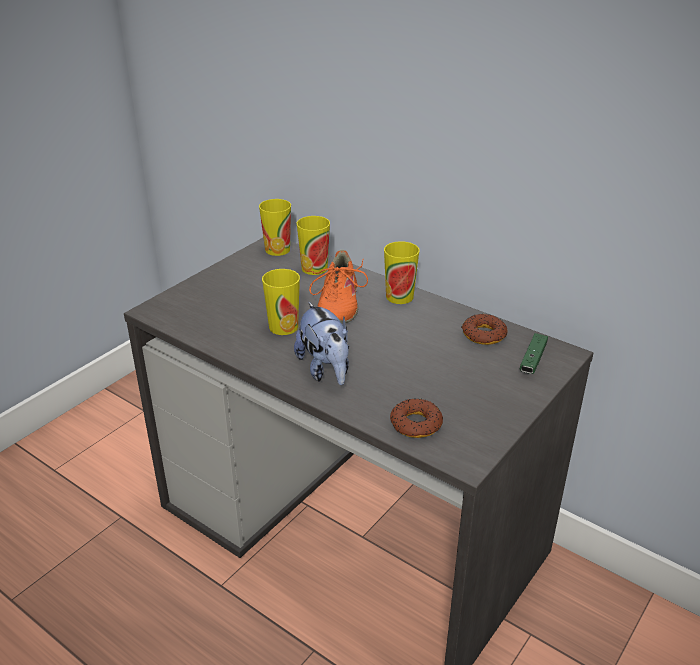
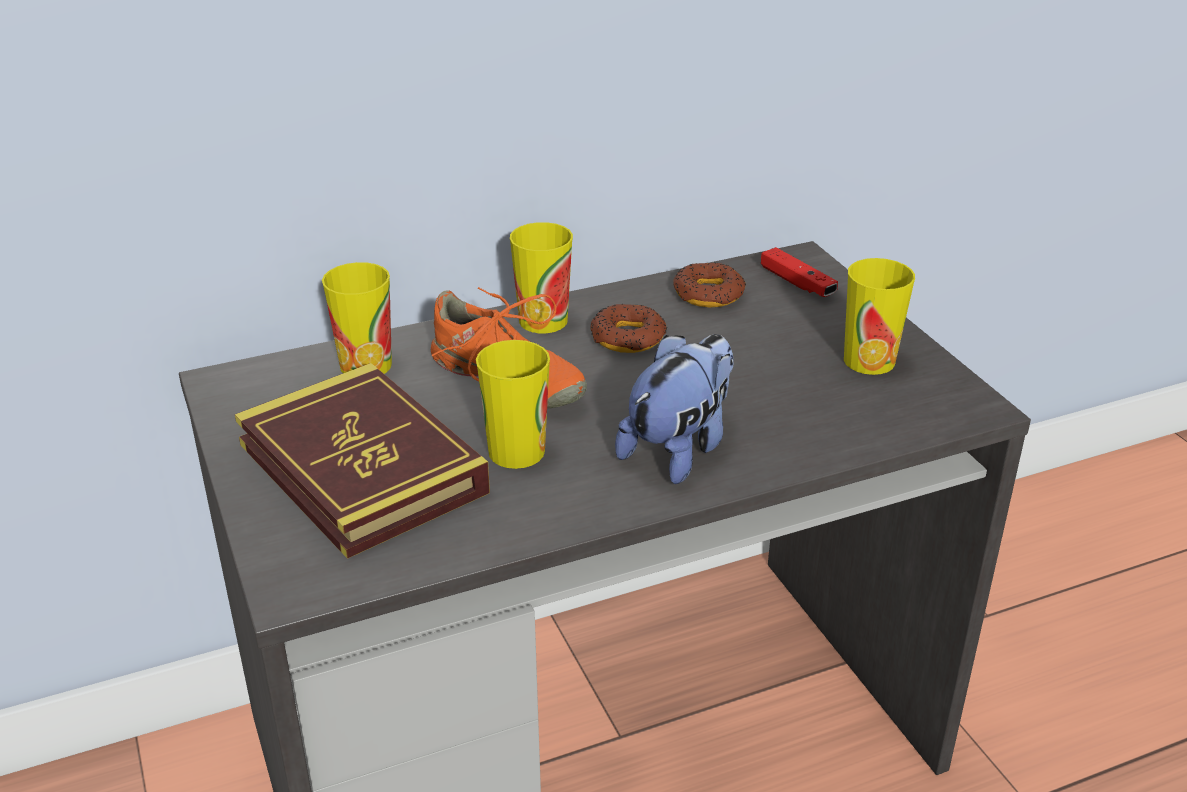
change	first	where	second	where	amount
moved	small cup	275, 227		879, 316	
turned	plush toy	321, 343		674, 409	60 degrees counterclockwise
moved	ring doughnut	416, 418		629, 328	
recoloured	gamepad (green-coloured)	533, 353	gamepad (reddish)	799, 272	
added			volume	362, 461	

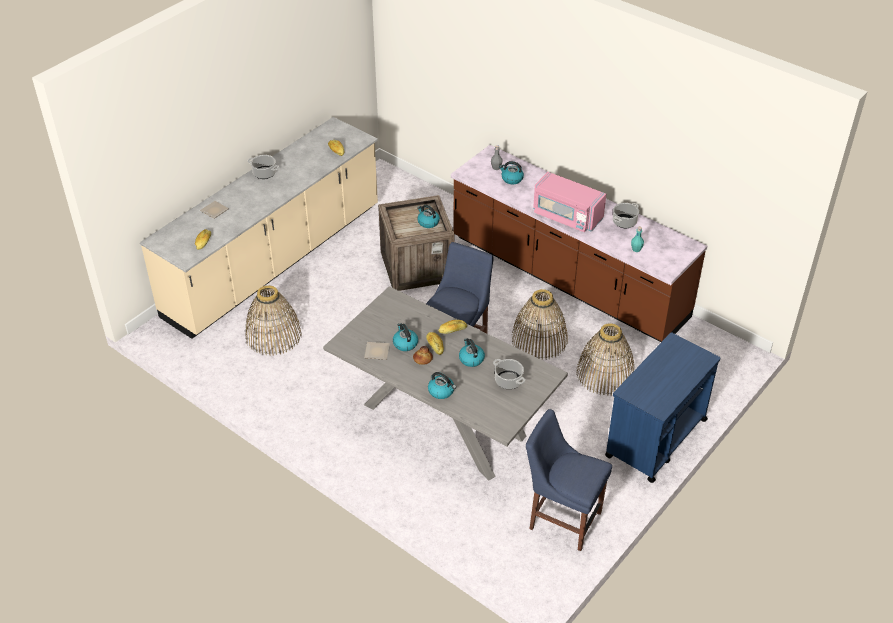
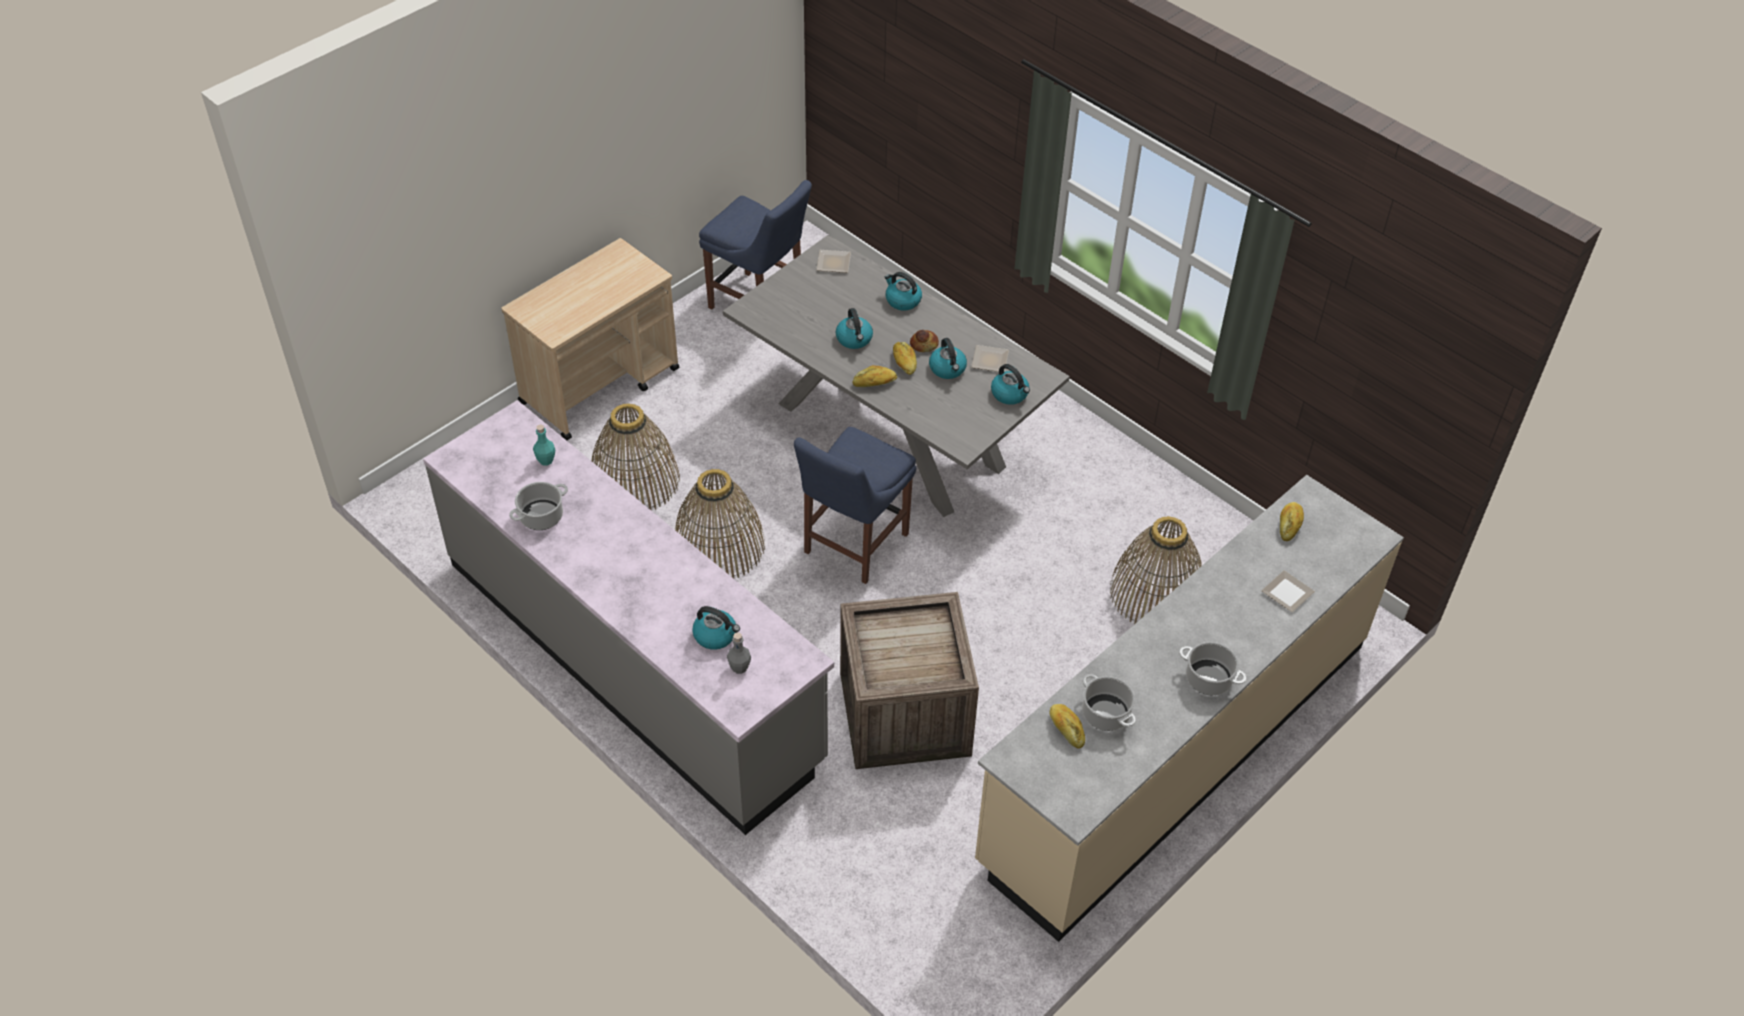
change	first	where	second	where	amount
moved	kettle	428, 216		1010, 384	
recoloured	kitchen base unit (brownish)	579, 243	kitchen base unit (gray)	628, 617	
moved	stockpot	509, 374		1109, 702	
removed	microwave oven (pinkish)	569, 202			
recoloured	wheeled cart (blue-coloured)	662, 407	wheeled cart (beige)	590, 339	
added			flat dish	833, 261	

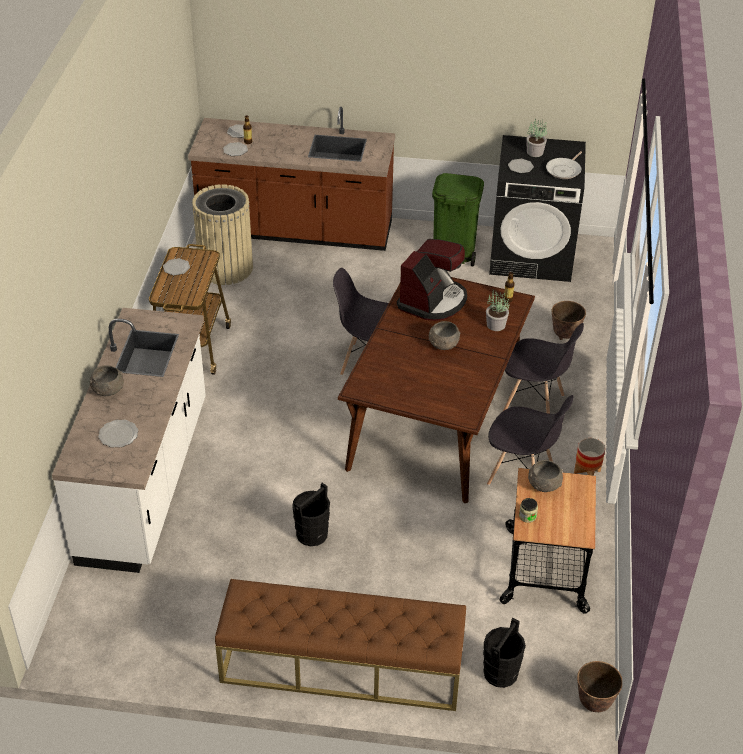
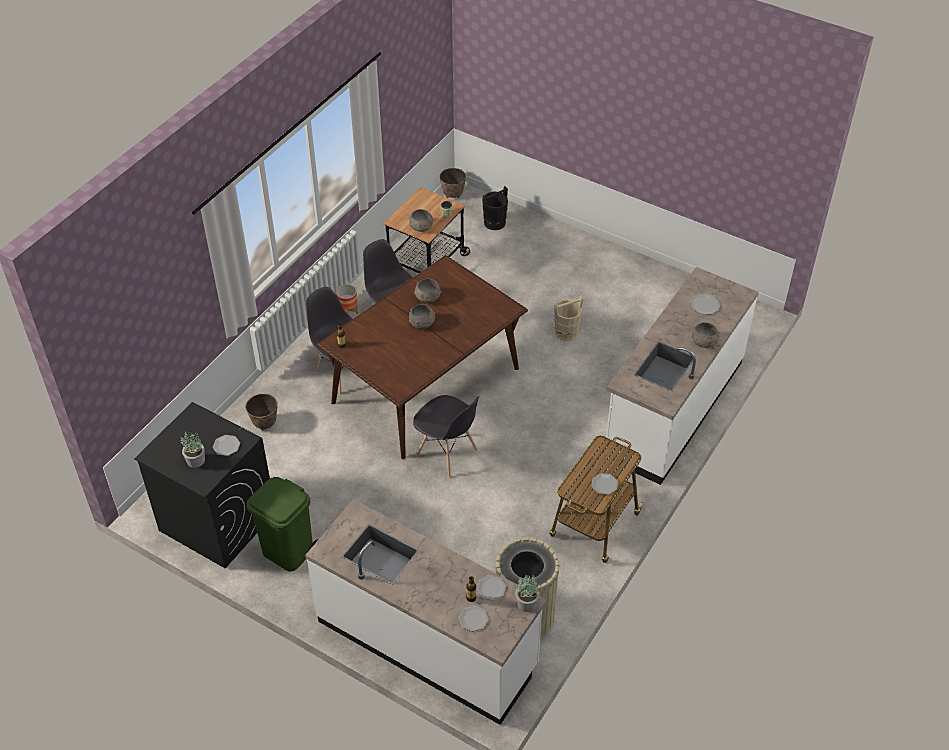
change	first	where	second	where	amount
recoloured	kitchen base unit (brownish)	291, 179	kitchen base unit (whitish)	425, 612	
removed	long seat (brownish)	340, 645			
recoloured	water bucket (black-coloured)	311, 514	water bucket (beige)	568, 318	
removed	coffee brewer	432, 280			
moved	potted plant	498, 310		528, 593	
removed	skillet	564, 165			
added			bowl (gray)	427, 291	

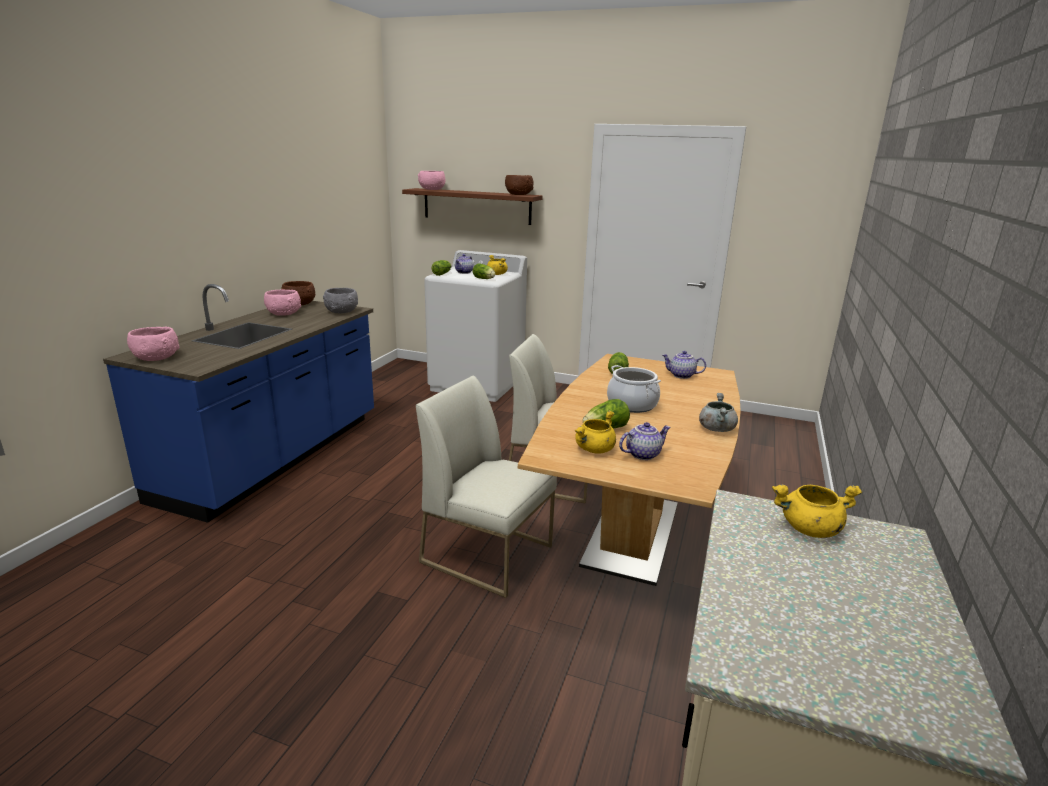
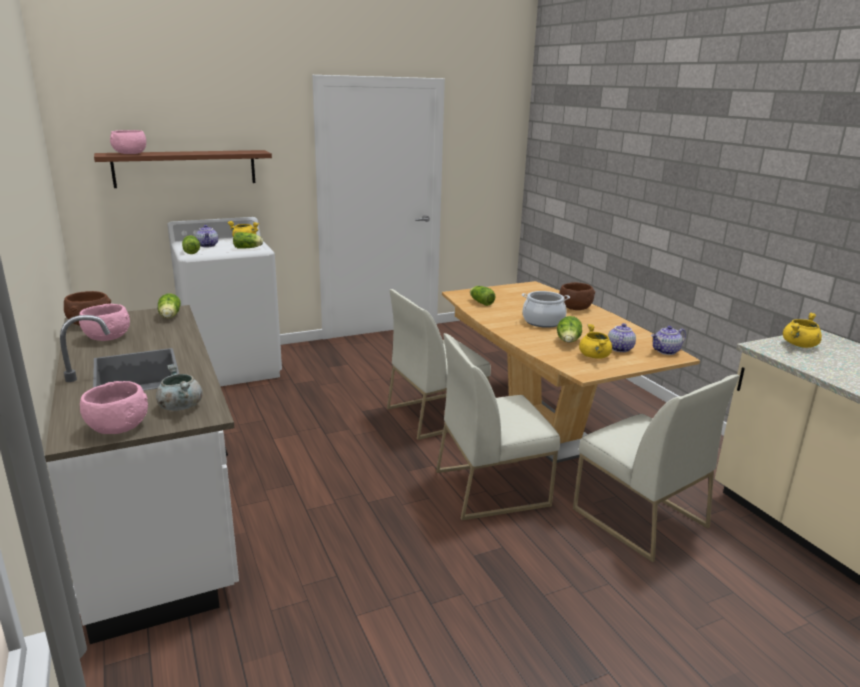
change	first	where	second	where	amount
recoloured	kitchen base unit (blue-coloured)	238, 403	kitchen base unit (whitish)	142, 474	
replaced	bowl (gray)	340, 301	head of lettuce	169, 305	
moved	bowl (brownish)	519, 185		577, 296	
moved	tea pot	684, 365		668, 340	
moved	stockpot (gray)	718, 412		179, 387	
added			upright chair (whitish)	656, 468	

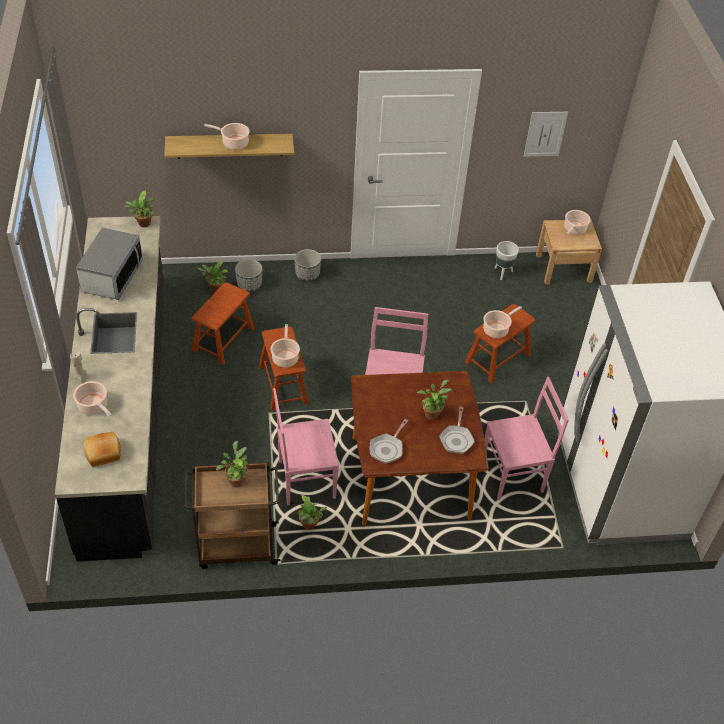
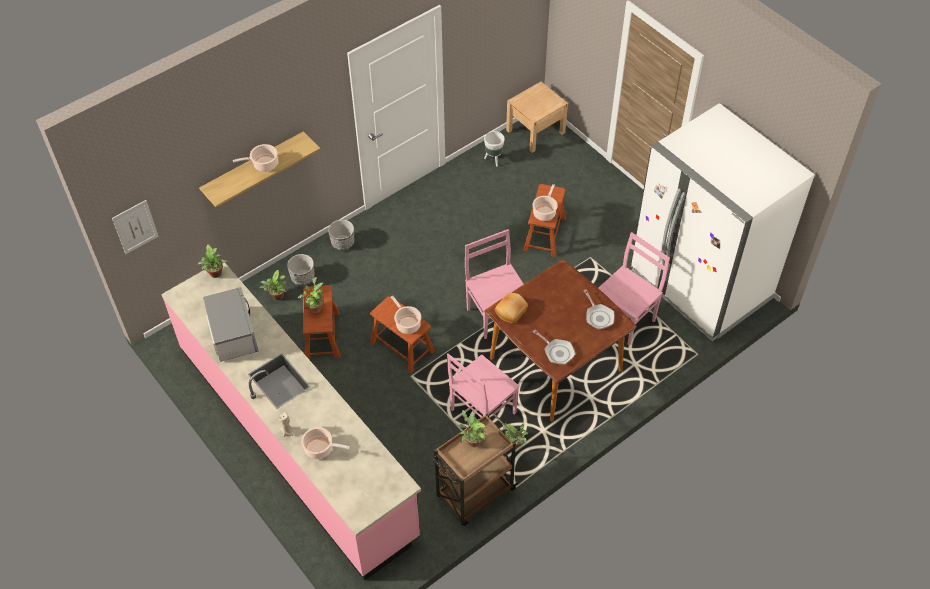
change	first	where	second	where	amount
recoloured	kitchen base unit (black-coloured)	109, 389	kitchen base unit (pinkish)	291, 420	
moved	bread	102, 449		511, 308	
turned	skillet	389, 441		554, 347	45 degrees counterclockwise
moved	potted plant	434, 400		311, 295	
moved	wall art	546, 134		135, 227	
removed	stockpot	577, 222			

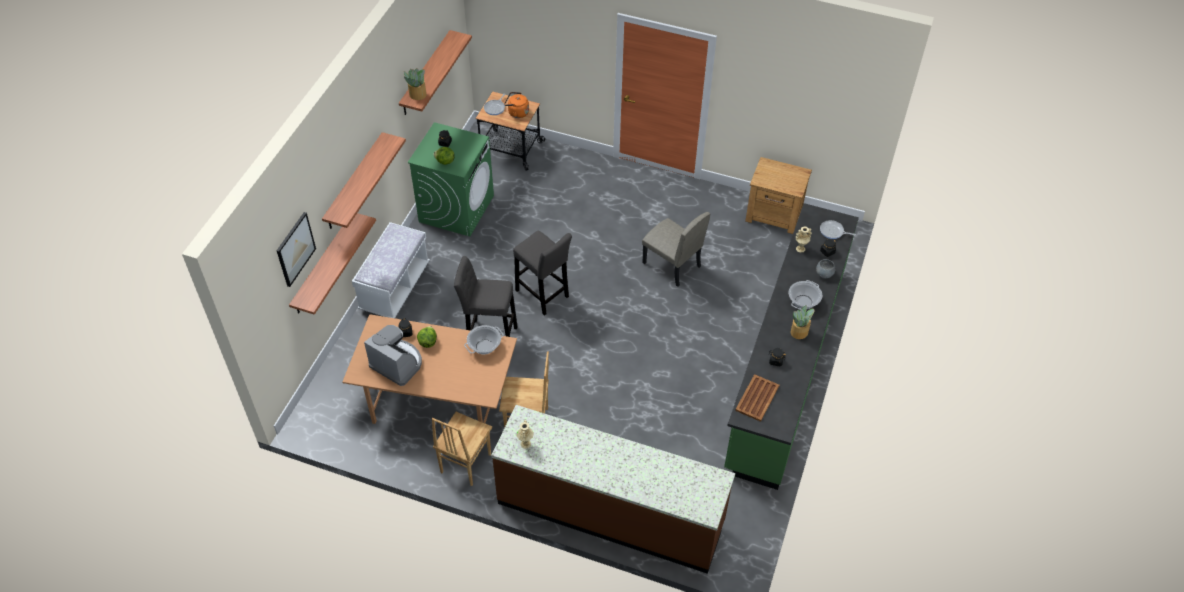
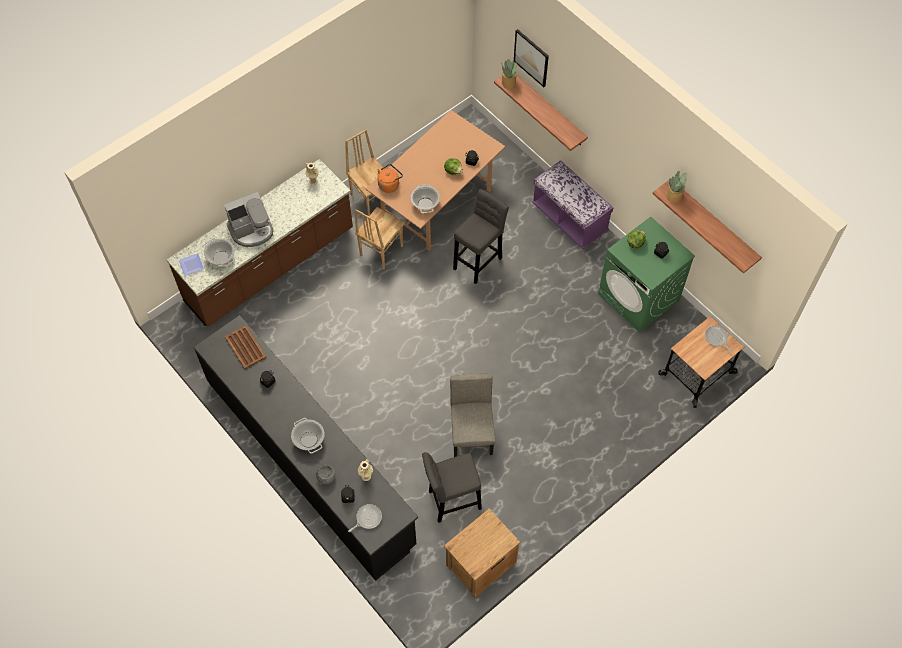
change	first	where	second	where	amount
removed	wall shelf	364, 180			
recoloured	long seat (whitish)	391, 270	long seat (purplish)	573, 204	
moved	coffee brewer	393, 355		248, 219	
moved	kettle (orange-coloured)	516, 105		390, 178	
moved	sitting stool (gray)	542, 273		452, 487	
turned	upright chair (beige)	676, 249		472, 415	105 degrees clockwise
recoloured	kitchen base unit (green-coloured)	791, 346	kitchen base unit (black-coloured)	306, 448	
moved	potted plant	802, 322		509, 74	
added			flat dish	191, 264	
added			stockpot	219, 252	

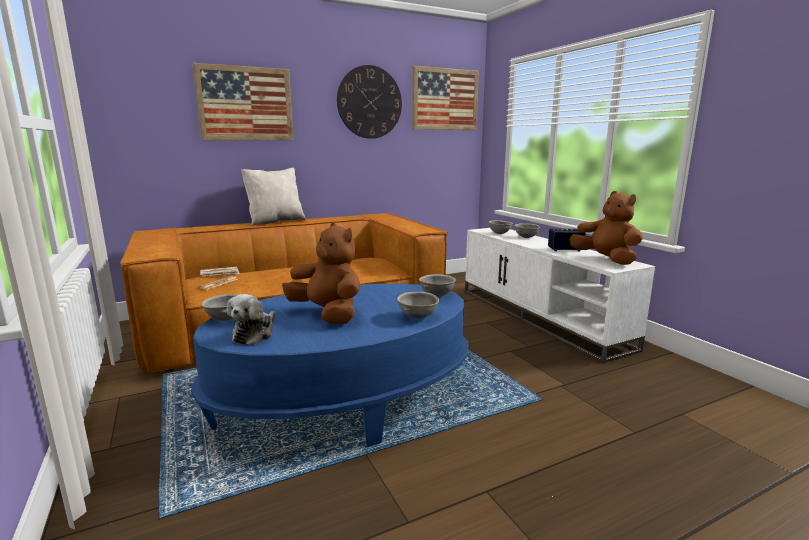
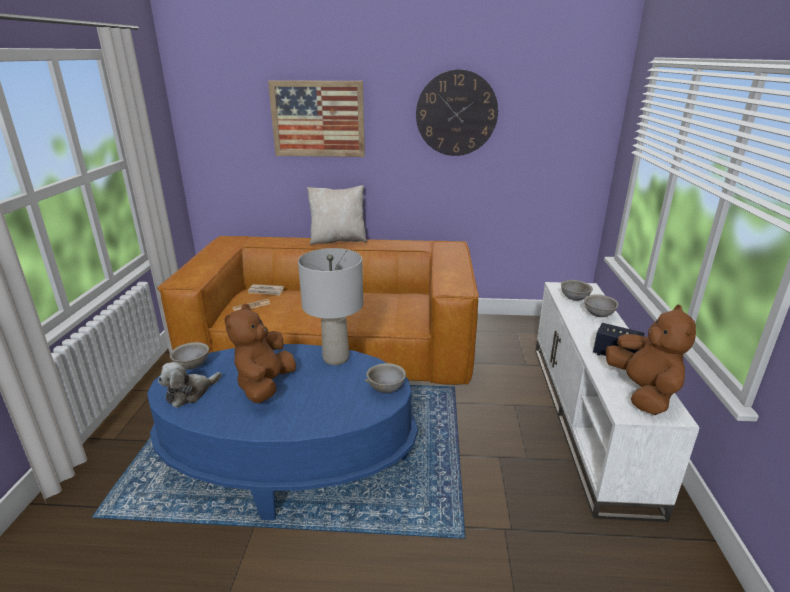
change	first	where	second	where	amount
turned	plush toy (brownish)	321, 273		260, 353	150 degrees counterclockwise
removed	bowl (gray)	418, 305			
removed	wall art	445, 98			
added			table lamp (gray)	330, 306	

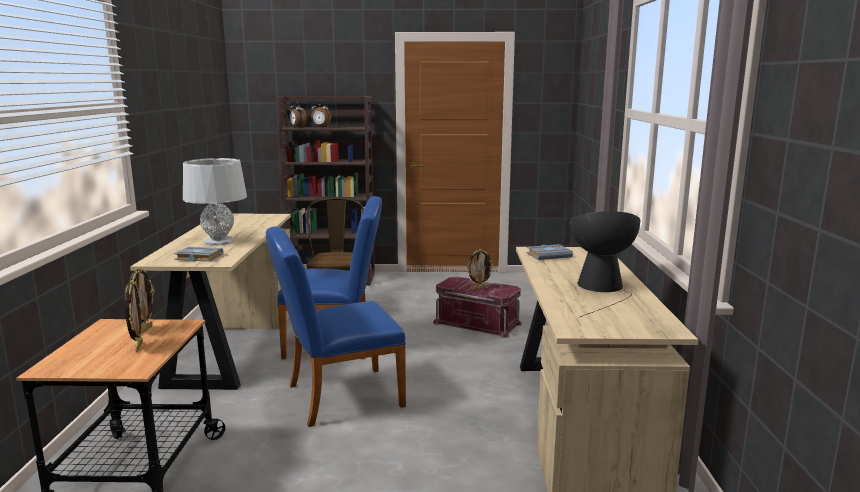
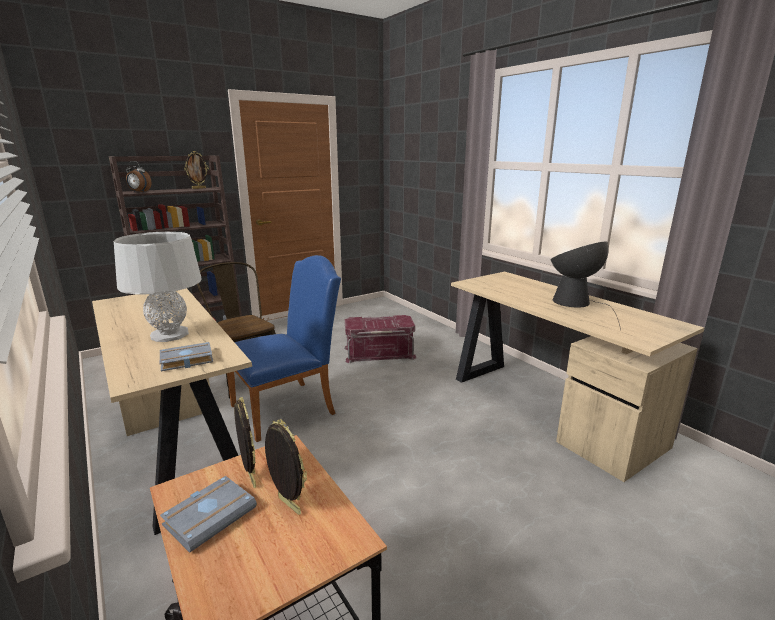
change	first	where	second	where	amount
removed	upright chair (blue-coloured)	336, 326			
removed	bedside clock	321, 114			
moved	photo frame	480, 269		196, 170	
moved	volume (gray)	550, 252		208, 514	

